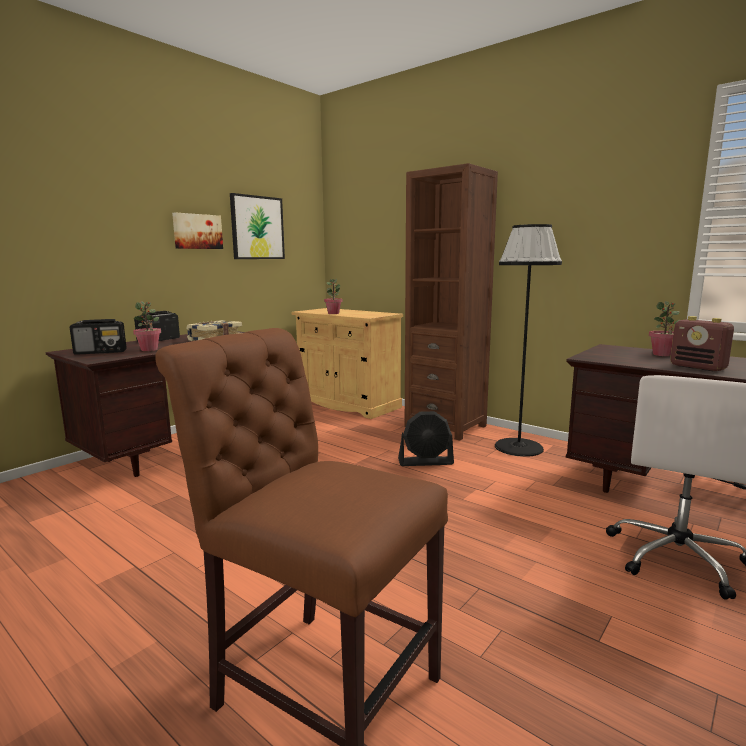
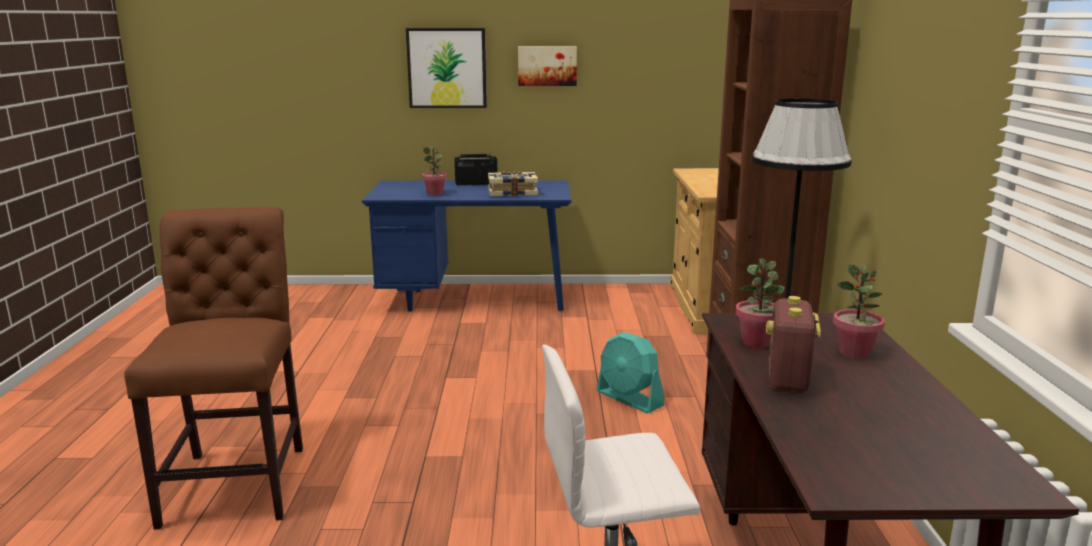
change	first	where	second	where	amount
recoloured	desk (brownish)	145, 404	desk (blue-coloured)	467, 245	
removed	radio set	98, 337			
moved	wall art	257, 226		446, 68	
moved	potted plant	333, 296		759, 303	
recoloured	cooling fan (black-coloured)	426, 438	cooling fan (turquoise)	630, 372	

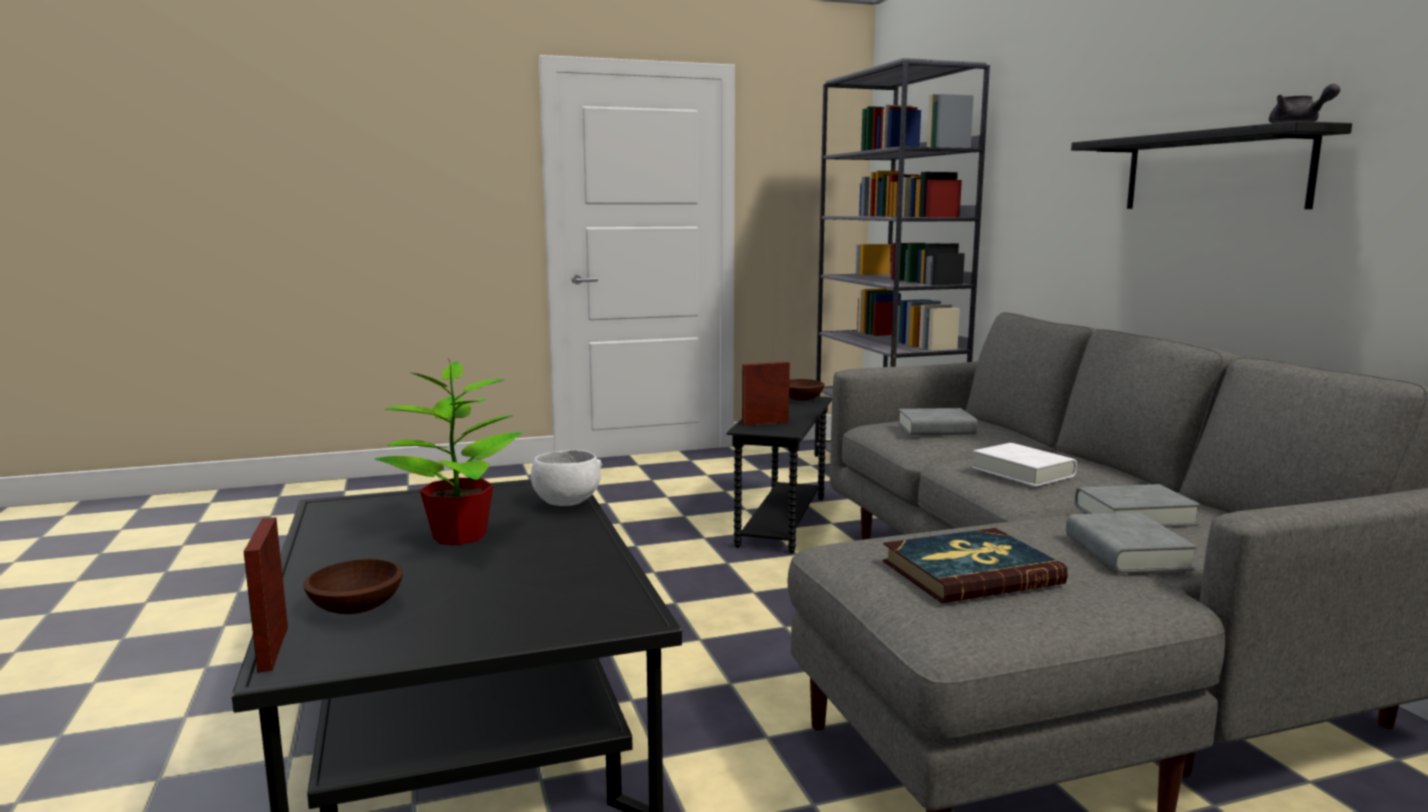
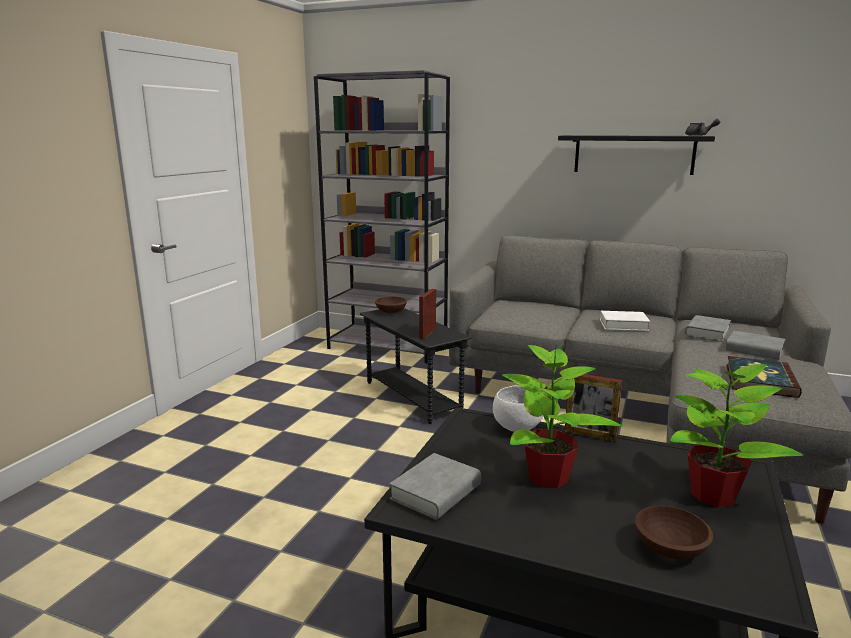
change	first	where	second	where	amount
moved	photo frame	265, 595		593, 408	
moved	volume (gray)	938, 421		435, 486	
added			potted plant	736, 431	

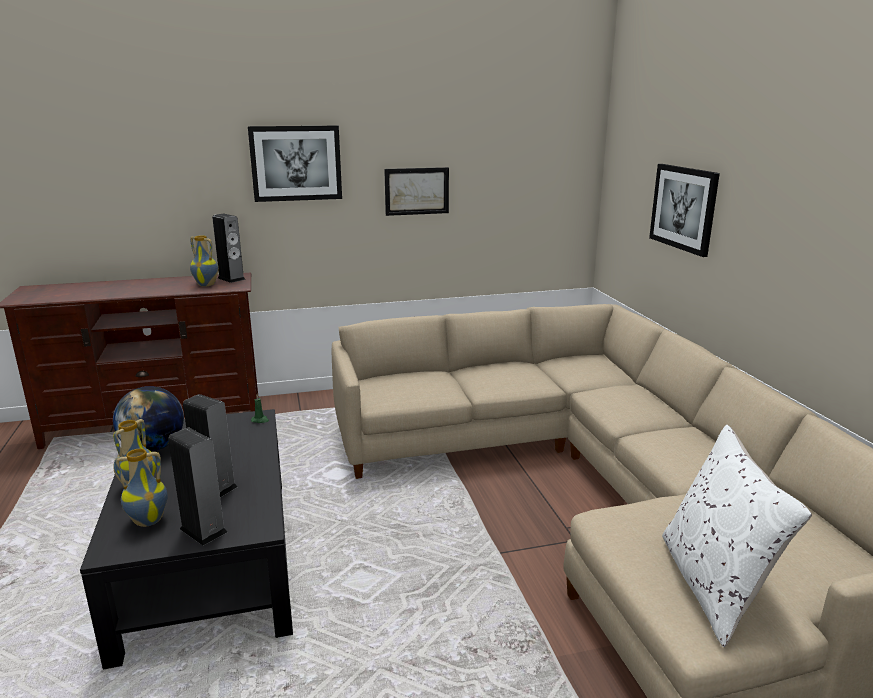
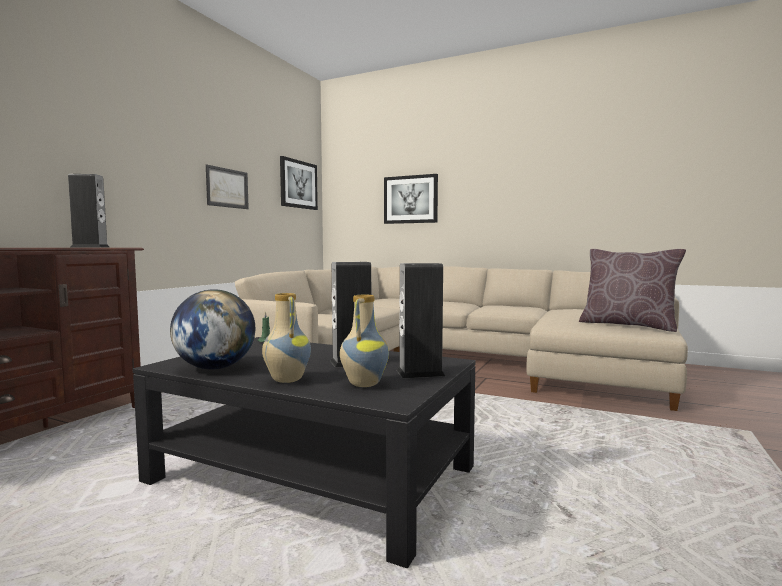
change	first	where	second	where	amount
removed	flower vase	204, 260			
moved	wall art	295, 164		299, 183	
recoloured	cushion (whitish)	737, 536	cushion (brownish)	632, 290	

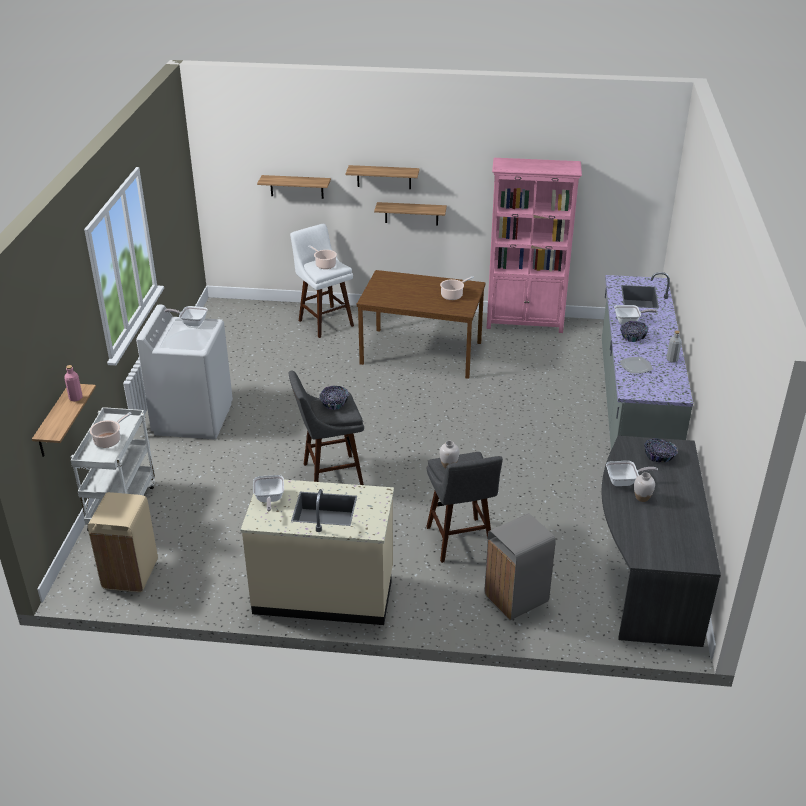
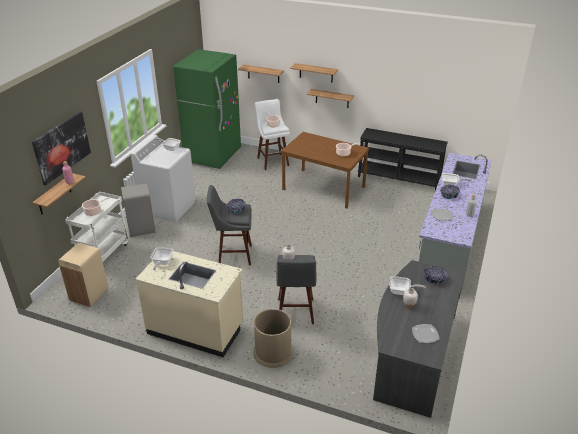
change	first	where	second	where	amount
moved	waste bin (gray)	520, 566		138, 210	
replaced	bookshelf (pinkish)	534, 245	hall table (black-coloured)	403, 159	
added			wall art	61, 148	
added			kitchen fridge (green-coloured)	207, 109	
added			waste bin (brownish)	273, 338	
added			flat dish	425, 333	

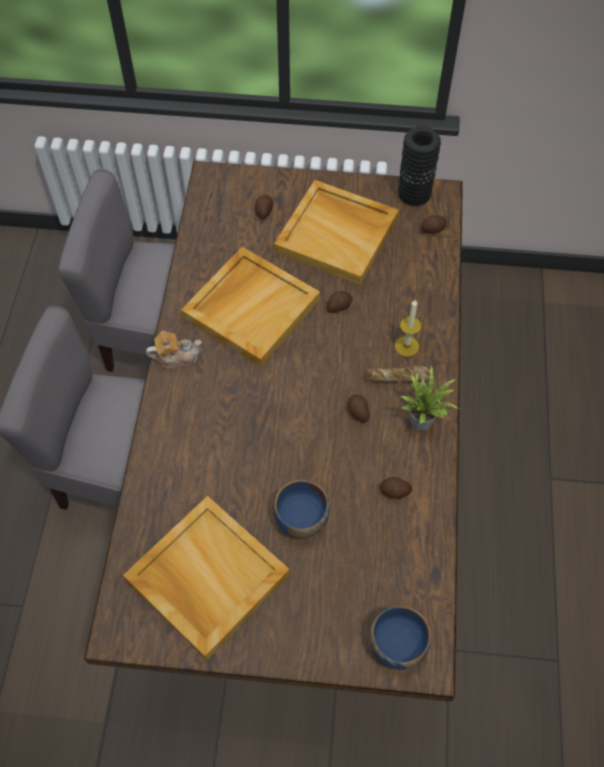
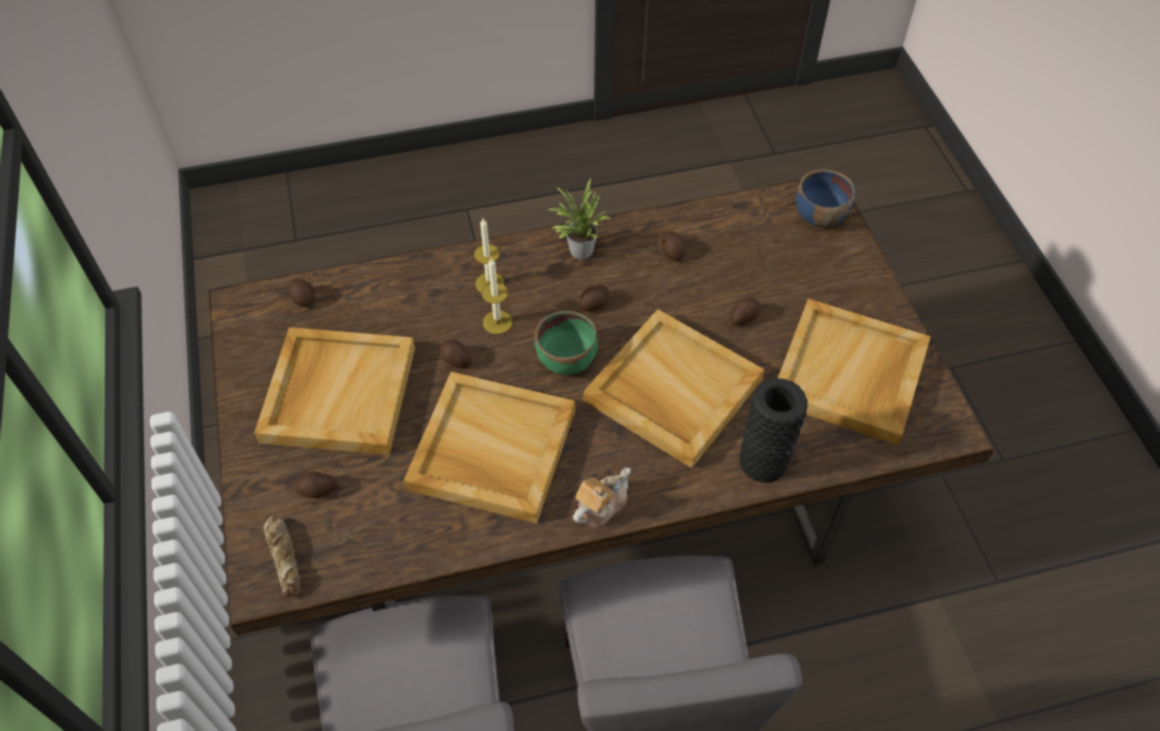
change	first	where	second	where	amount
turned	tea pot	174, 350		602, 497	75 degrees clockwise
replaced	bowl (blue-coloured)	301, 509	potato	745, 311	
moved	bread	397, 374		282, 557	
moved	flower vase (black-coloured)	419, 166		773, 430	
added			wax candle	497, 296	
added			bowl (green-coloured)	566, 343	
added			tray (beige)	674, 388	

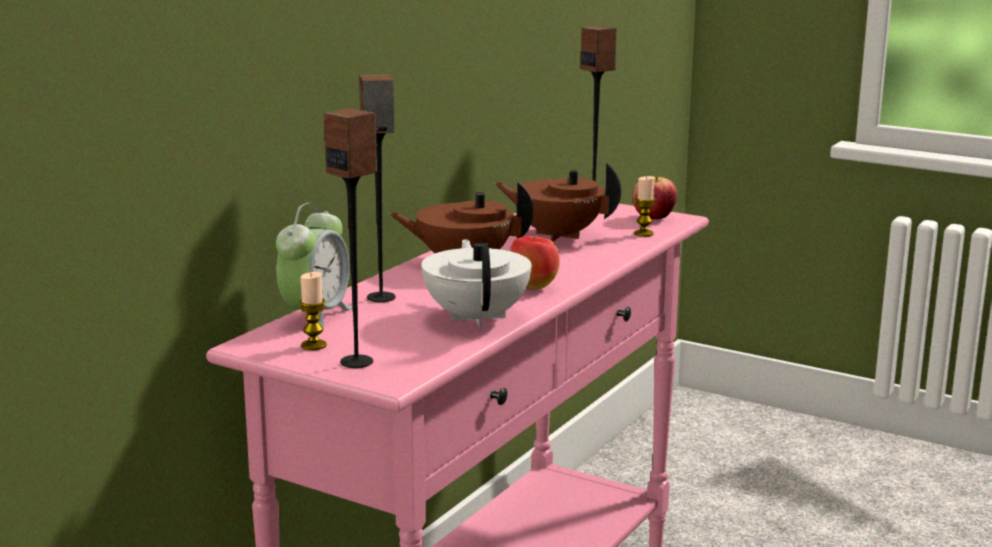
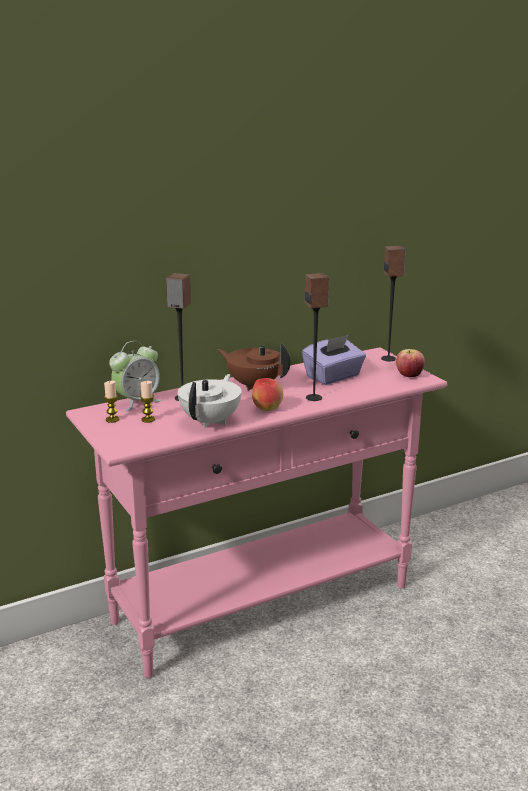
change	first	where	second	where	amount
moved	loudspeaker	350, 238		317, 337	
replaced	tea pot (brownish)	557, 202	tissue box (purplish)	334, 360	
moved	wax candle	644, 206		147, 402	

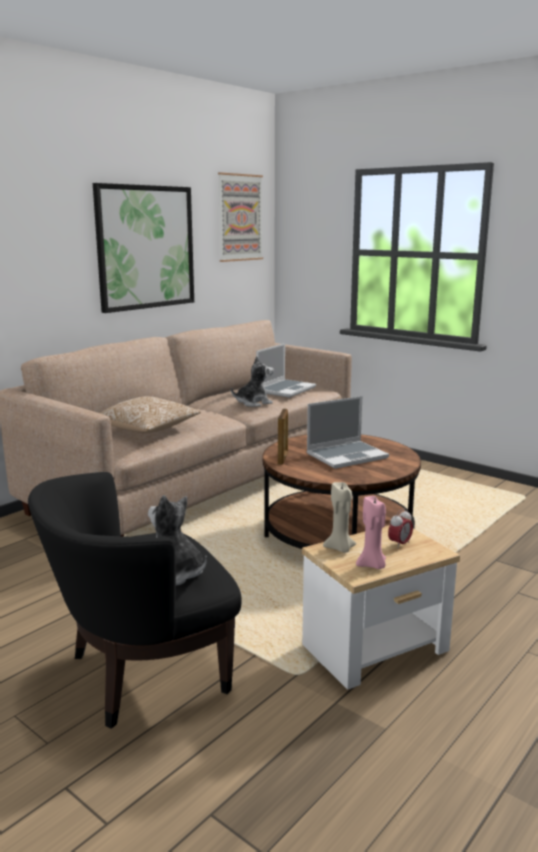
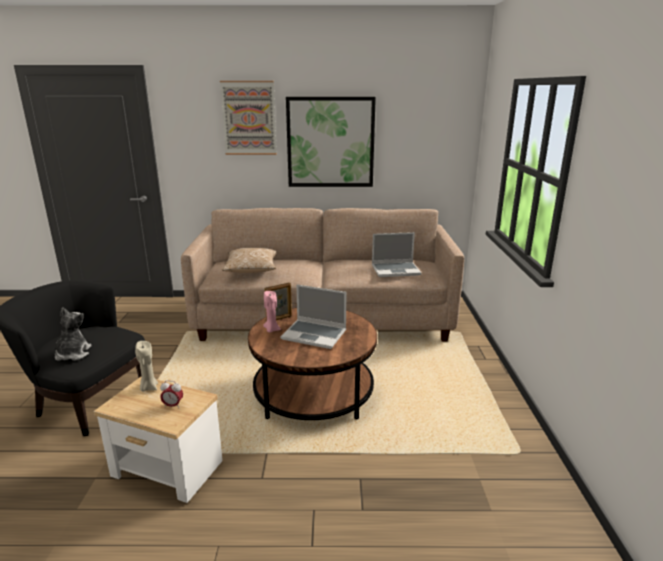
change	first	where	second	where	amount
moved	wall art	240, 217		248, 118	
removed	plush toy	252, 381			
moved	wax candle (pinkish)	371, 532		272, 312	

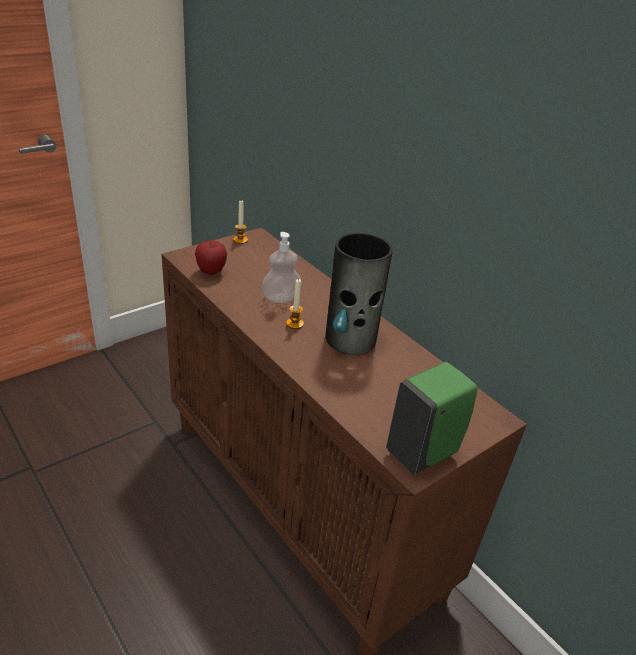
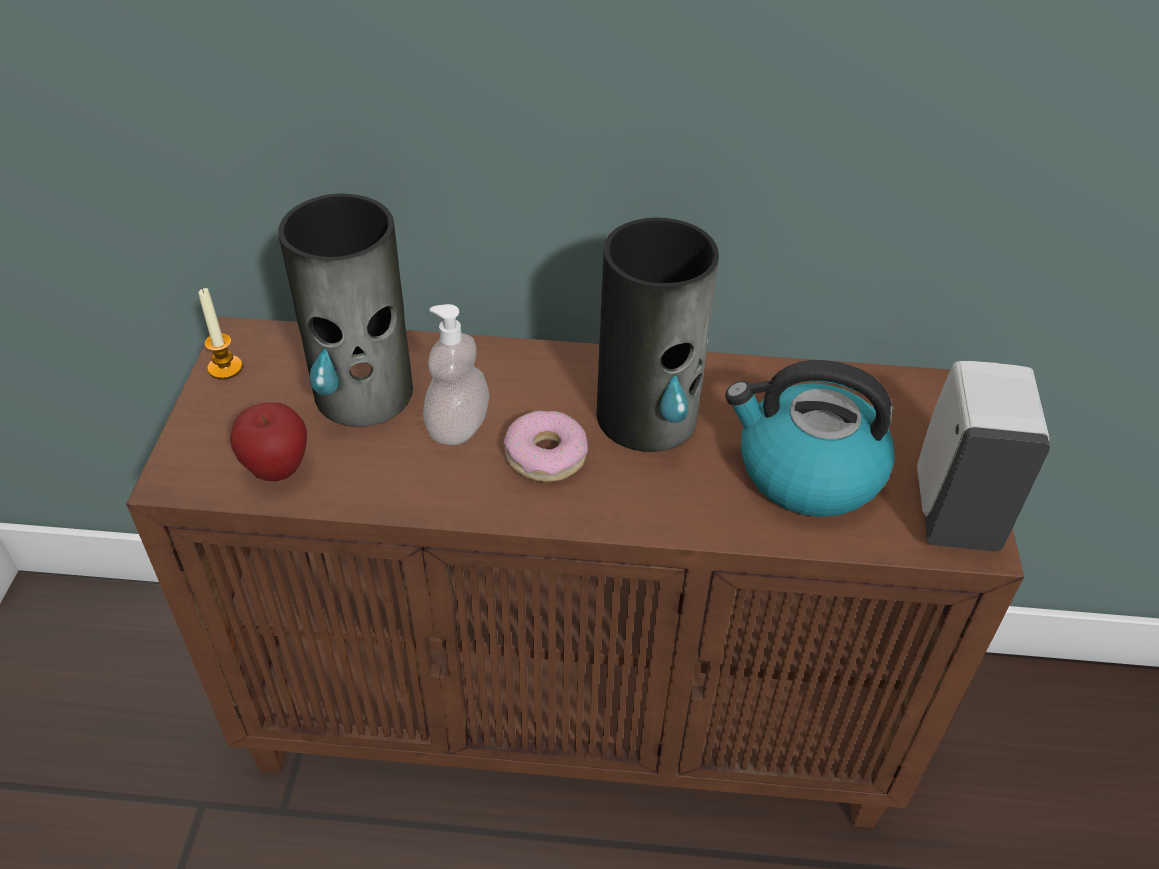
change	first	where	second	where	amount
replaced	wax candle	295, 304	ring doughnut	546, 446	
recoloured	liquid soap bottle (green-coloured)	432, 418	liquid soap bottle (whitish)	983, 456	
added			flower vase	345, 310	
added			kettle	810, 438	

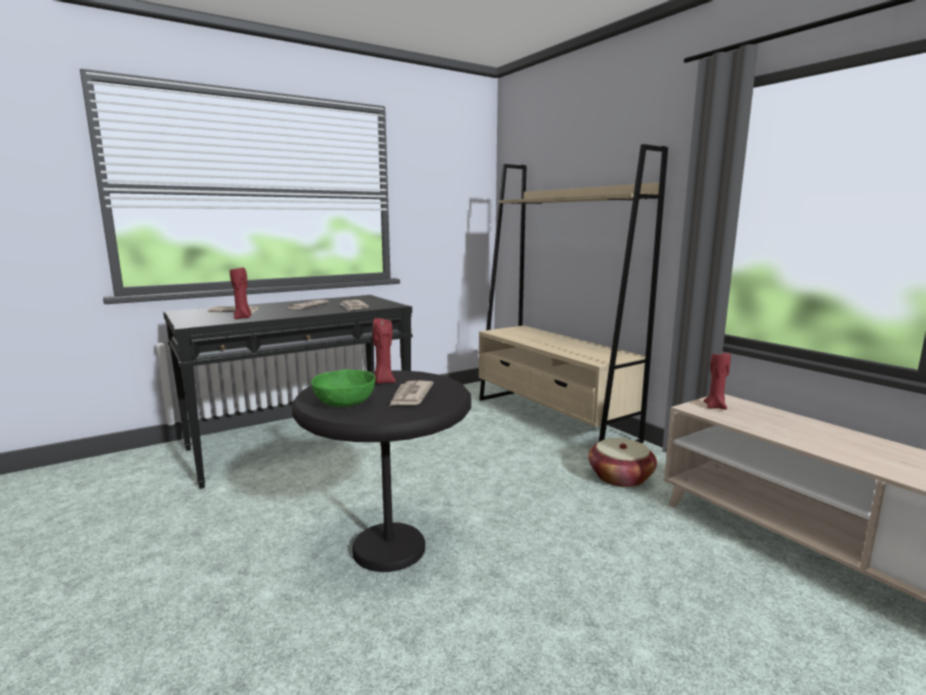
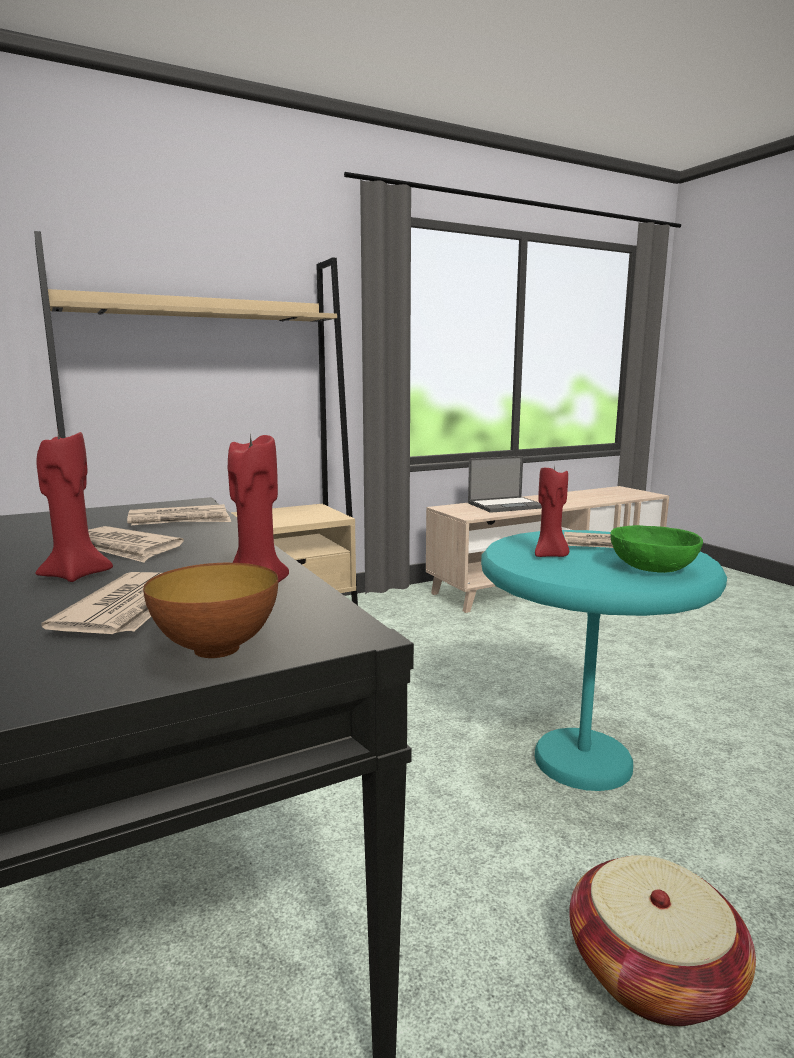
change	first	where	second	where	amount
recoloured	side table (black-coloured)	381, 471	side table (turquoise)	604, 660	
moved	storage basket	622, 462		662, 940	
moved	wax candle (reddish)	717, 380		74, 505	
added			bowl	210, 610	
added			notebook computer	505, 484	

